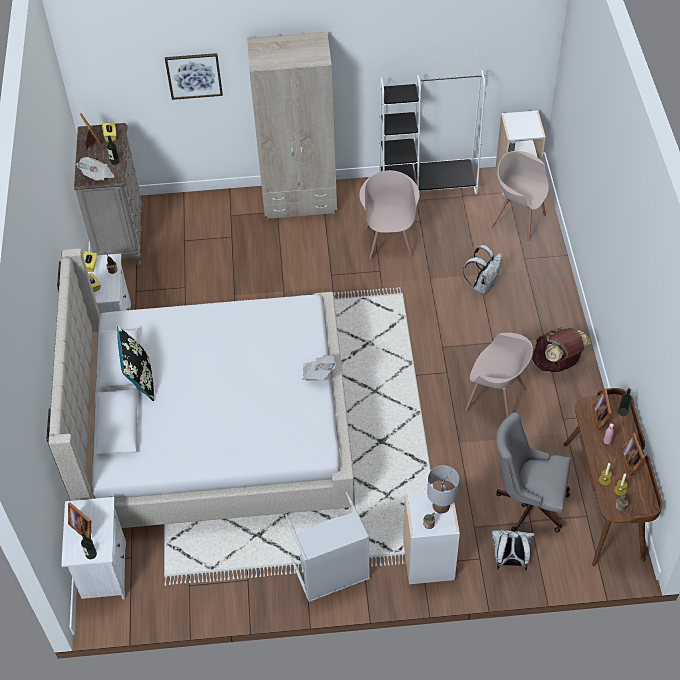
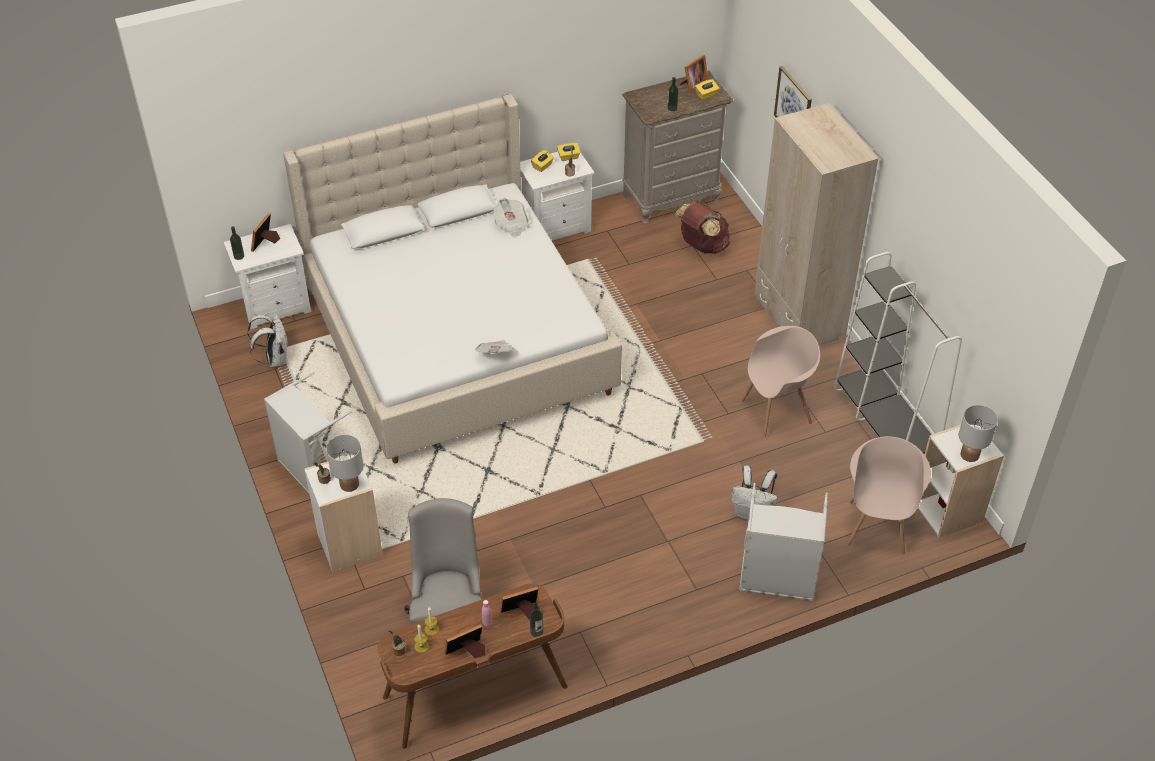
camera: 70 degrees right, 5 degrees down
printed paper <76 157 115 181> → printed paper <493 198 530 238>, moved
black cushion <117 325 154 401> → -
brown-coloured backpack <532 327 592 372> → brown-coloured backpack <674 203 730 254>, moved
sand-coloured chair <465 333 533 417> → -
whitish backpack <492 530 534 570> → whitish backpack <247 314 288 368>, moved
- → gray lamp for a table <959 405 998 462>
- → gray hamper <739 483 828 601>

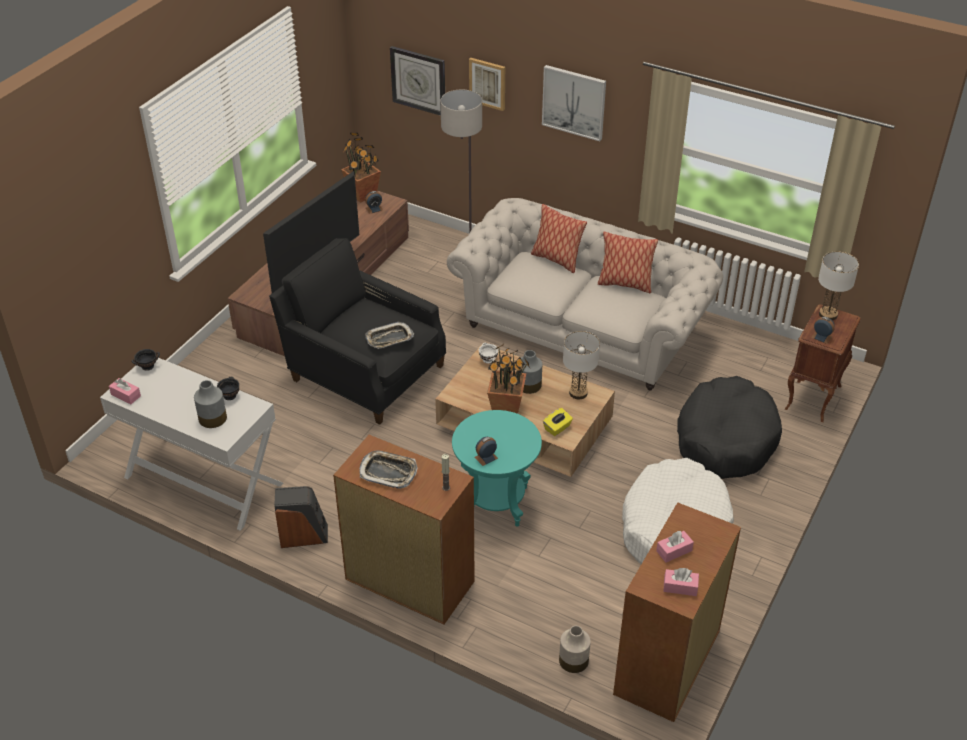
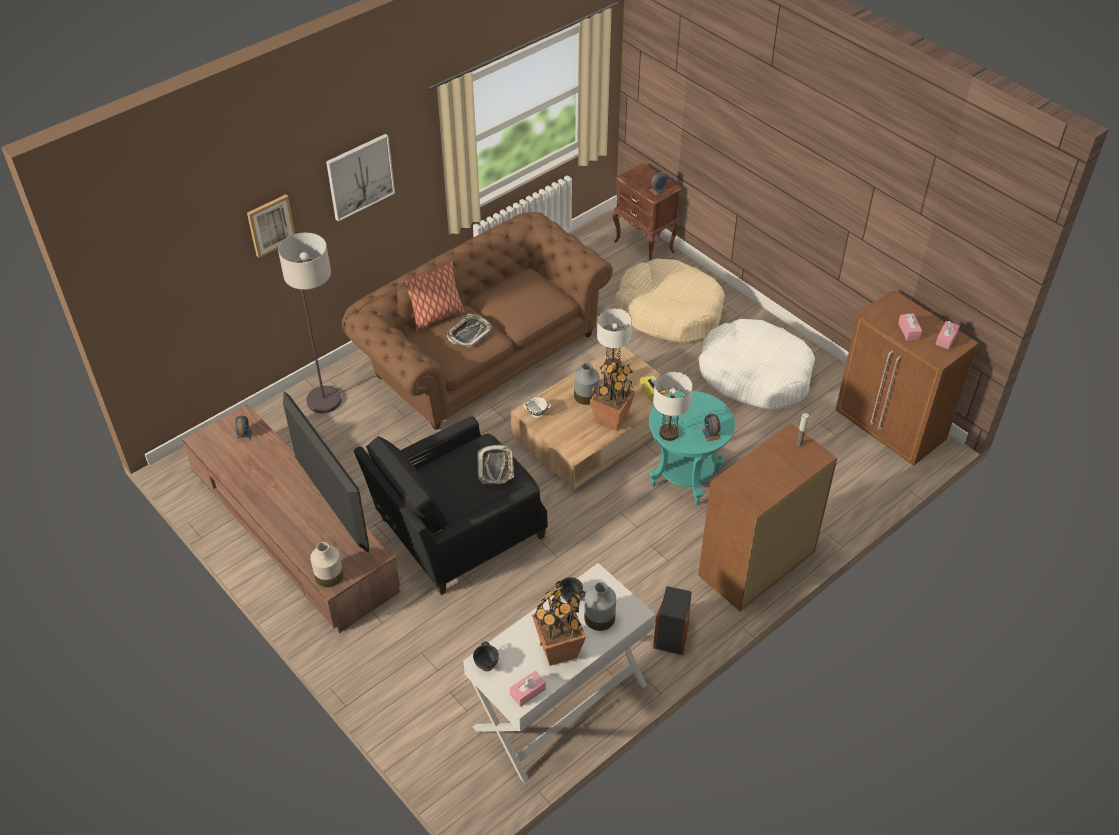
camera: 70 degrees left, 5 degrees up
wall clock <390 46 445 116> → -
houseplant <341 133 381 203> → houseplant <532 585 586 666>, moved
whitish sofa <447 198 723 391> → brown-coloured sofa <342 212 613 430>
cushion <598 232 658 293> → -
lamp for a table <818 251 859 320> → lamp for a table <653 371 693 441>, moved
black dog cushion <677 376 782 479> → sand-coloured dog cushion <615 259 725 344>
serving tray <360 450 418 489> → serving tray <447 314 492 347>, moved
sand-coloured vase <559 626 591 673> → sand-coloured vase <310 542 344 587>, moved

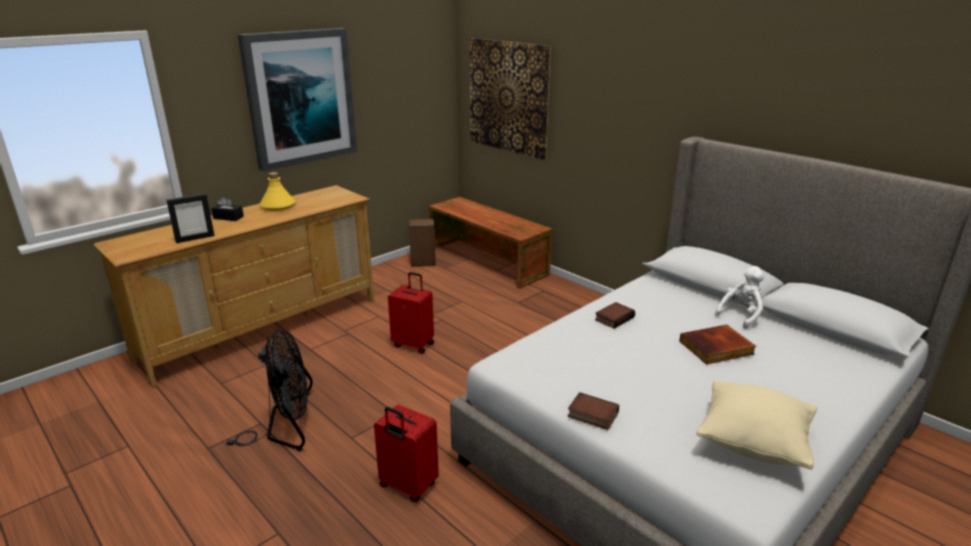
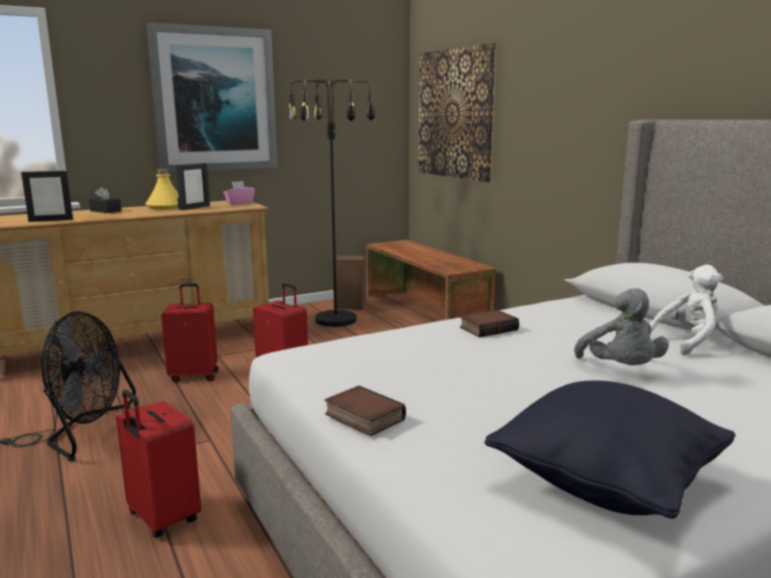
camera: 15 degrees right, 10 degrees down
book <679 325 756 365> → gray plush toy <574 288 669 365>
sand-coloured cushion <696 380 817 469> → black cushion <485 380 735 519>
- → floor lamp <288 79 375 327>
- → standing frame <176 163 210 210>
- → pinkish box of tissues <223 181 255 204>
- → red suitcase <161 283 219 382>

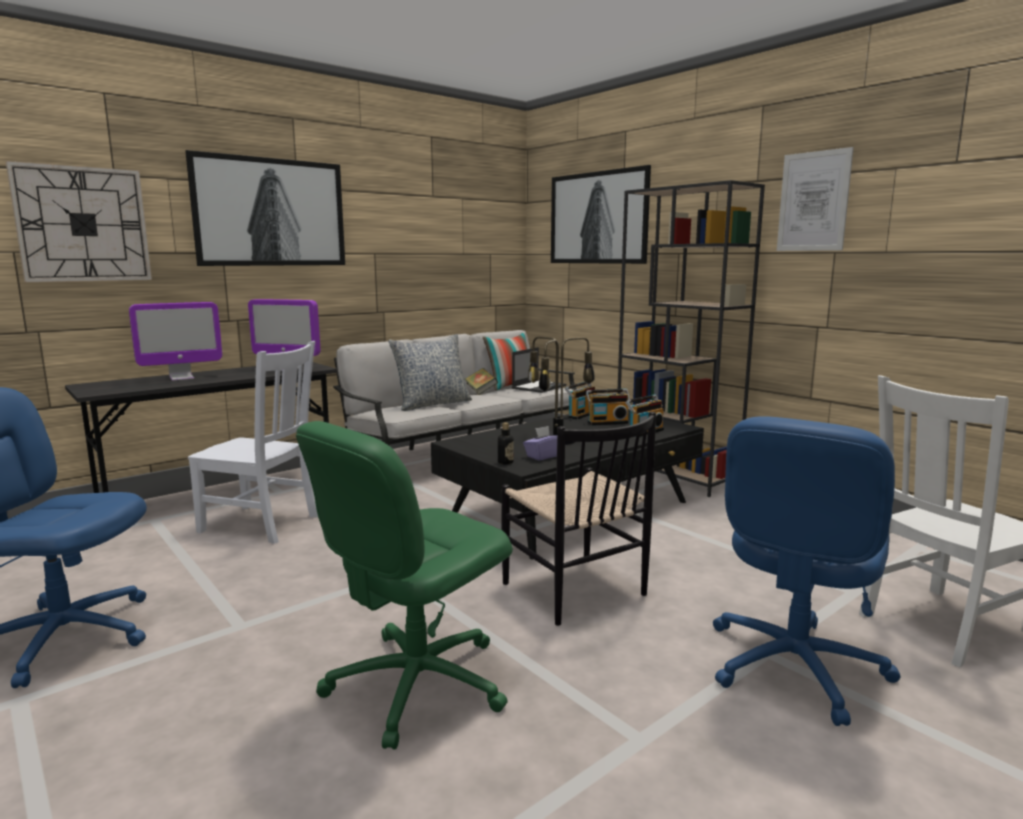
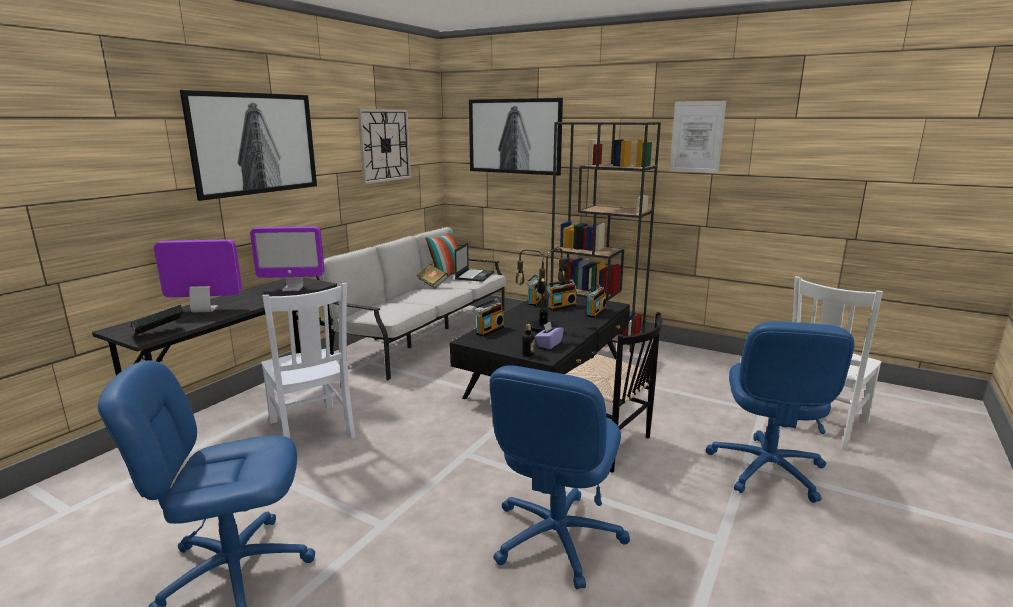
camera: 20 degrees left, 5 degrees up
wall clock <6 161 152 282> → wall clock <358 109 411 184>, moved
computer display <129 302 222 381> → computer display <154 240 242 313>, 135 degrees counterclockwise
cushion <388 334 472 411> → -
whitish chair <188 341 318 544> → whitish chair <261 283 356 439>, 60 degrees clockwise
green computer chair <296 421 513 750> → blue-coloured computer chair <489 365 630 589>
- → radio receiver <472 299 504 337>
- → book <131 304 184 336>

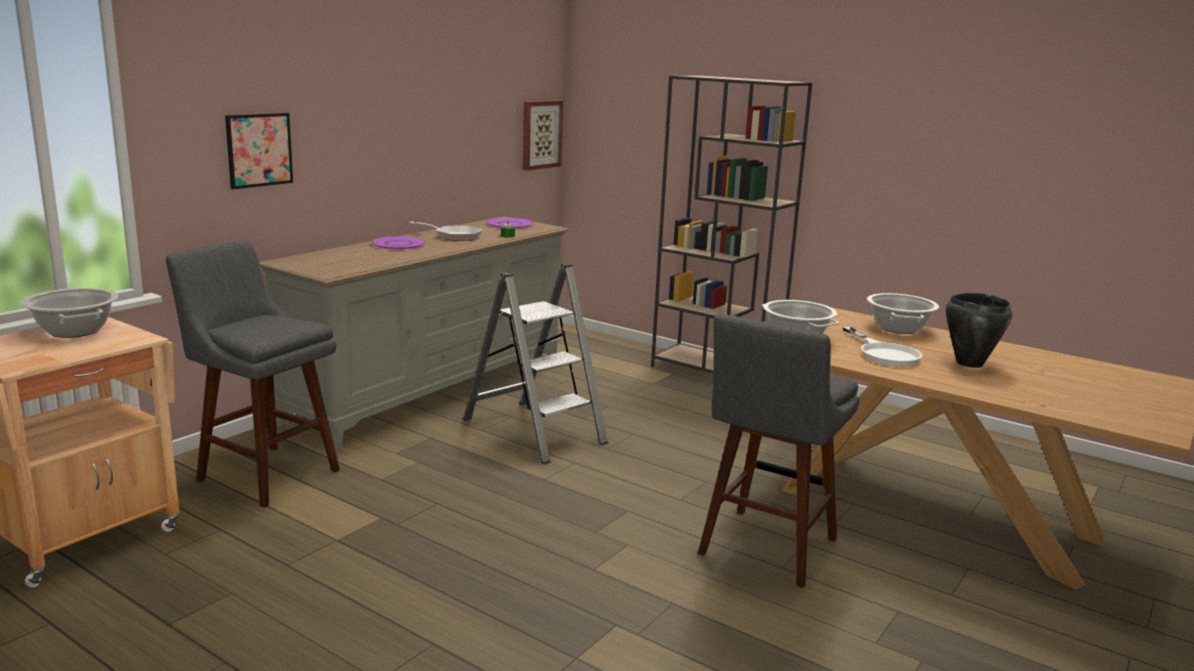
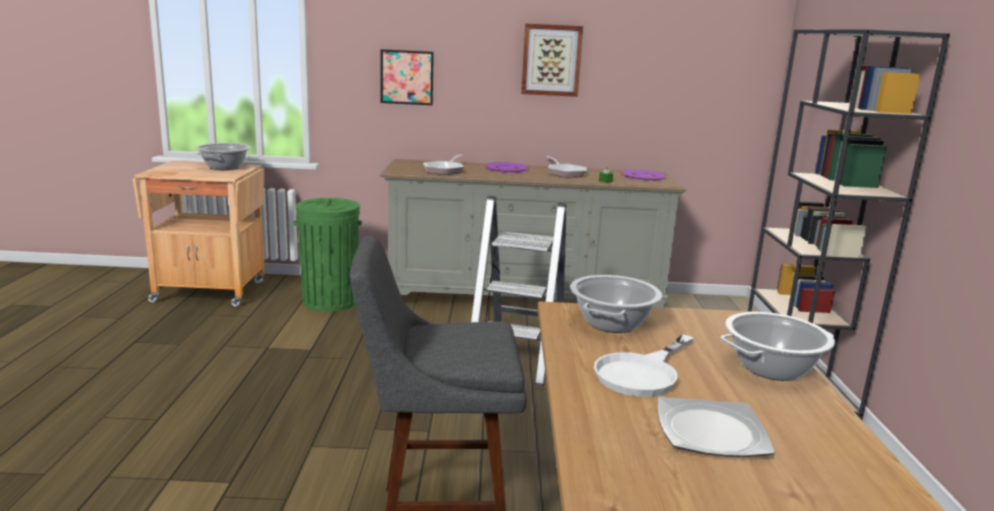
camera: 55 degrees right, 0 degrees up
picture <523 100 563 171> → picture <521 23 583 97>, moved
gray sitting stool <166 240 340 508> → green waste bin <294 198 362 312>
black stockpot <945 293 1012 368> → flat dish <658 397 775 457>
- → pan <423 154 463 175>

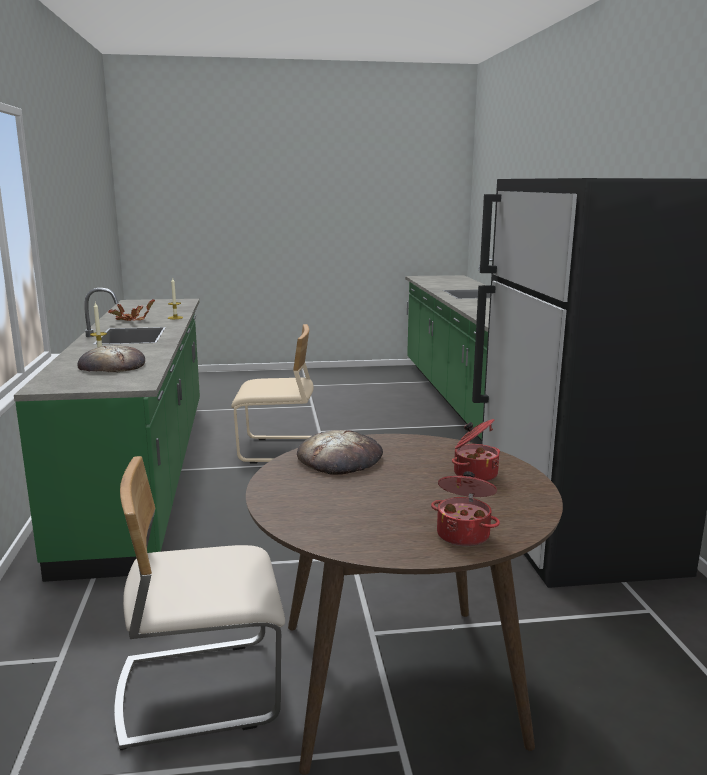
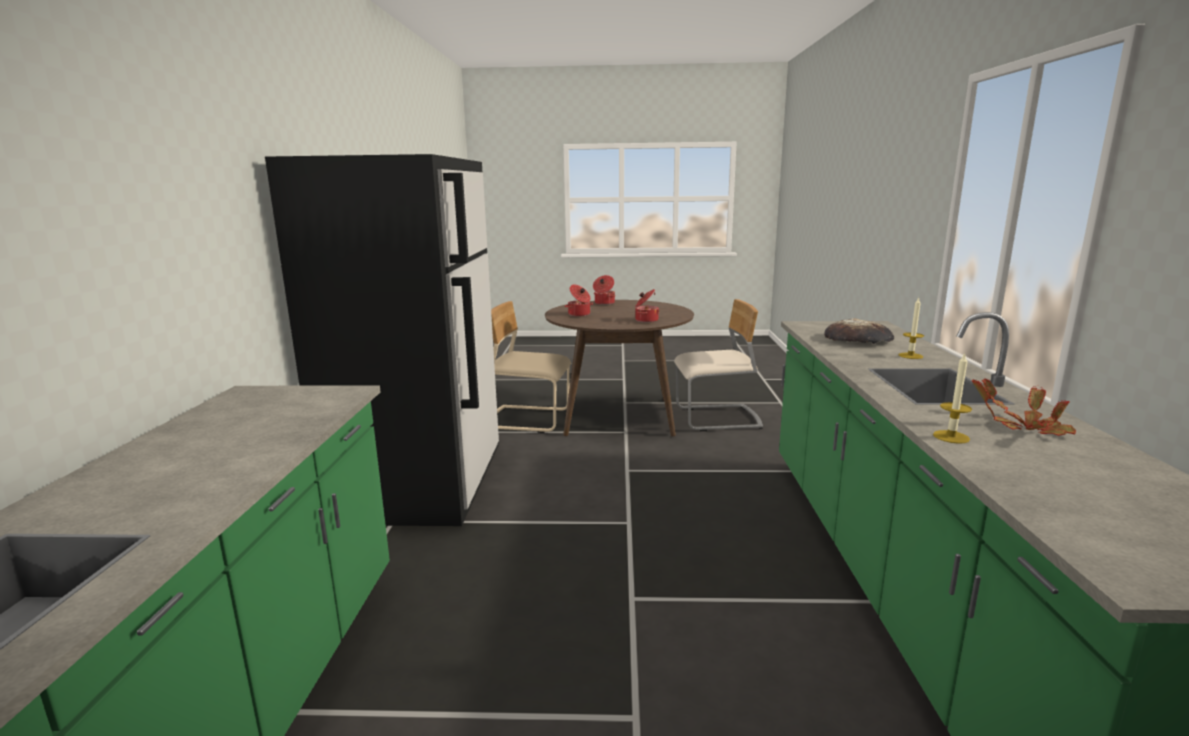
camera: 170 degrees left, 0 degrees up
sand-coloured chair <231 324 314 463> → sand-coloured chair <491 301 571 433>, moved
bakery bread <297 430 383 475> → stockpot <635 289 659 323>

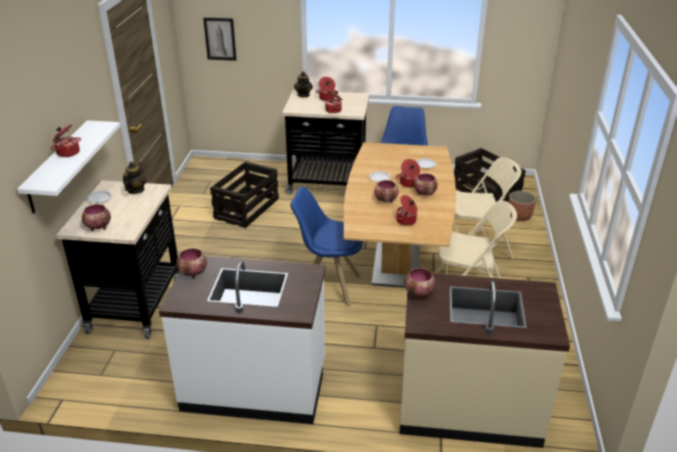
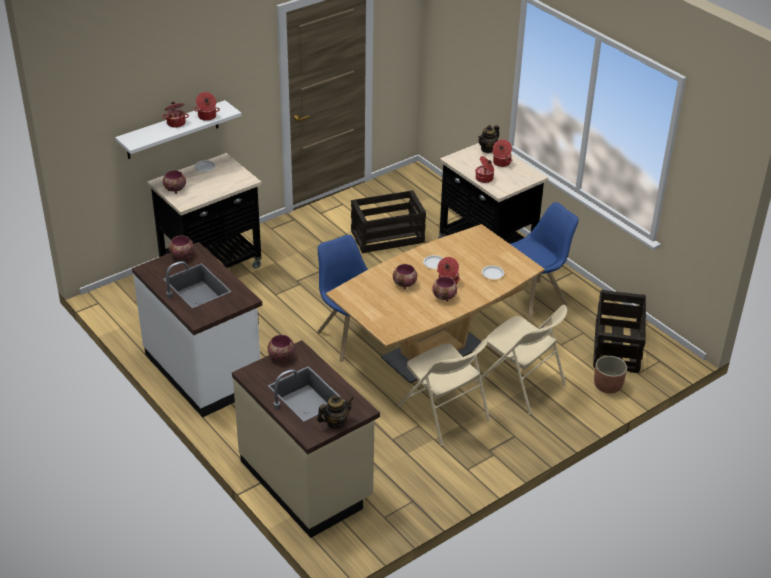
camera: 45 degrees right, 5 degrees up
picture <203 17 236 61> → -
pot for tea <123 162 146 194> → pot for tea <317 395 354 429>, moved
stockpot <396 195 418 226> → stockpot <194 92 220 121>, moved

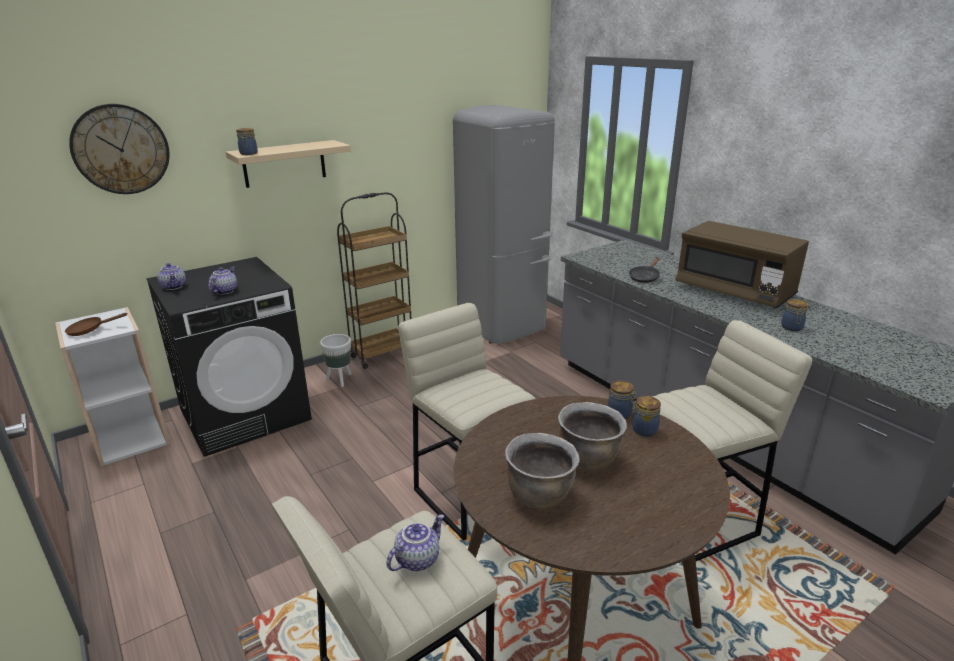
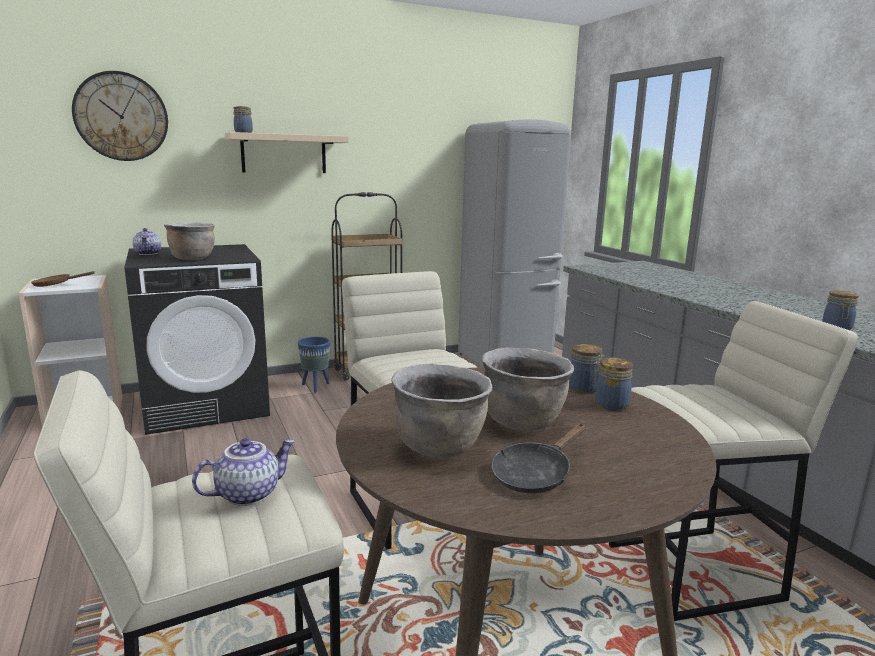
camera: 10 degrees right, 10 degrees down
brown-coloured kitchen microwave <675 221 809 308> → -
black pan <629 257 660 283> → black pan <492 423 586 493>, moved
pot for tea <208 267 237 295> → brown-coloured stockpot <164 223 215 260>
whitish flower pot <320 334 352 387> → blue-coloured flower pot <298 337 330 393>

